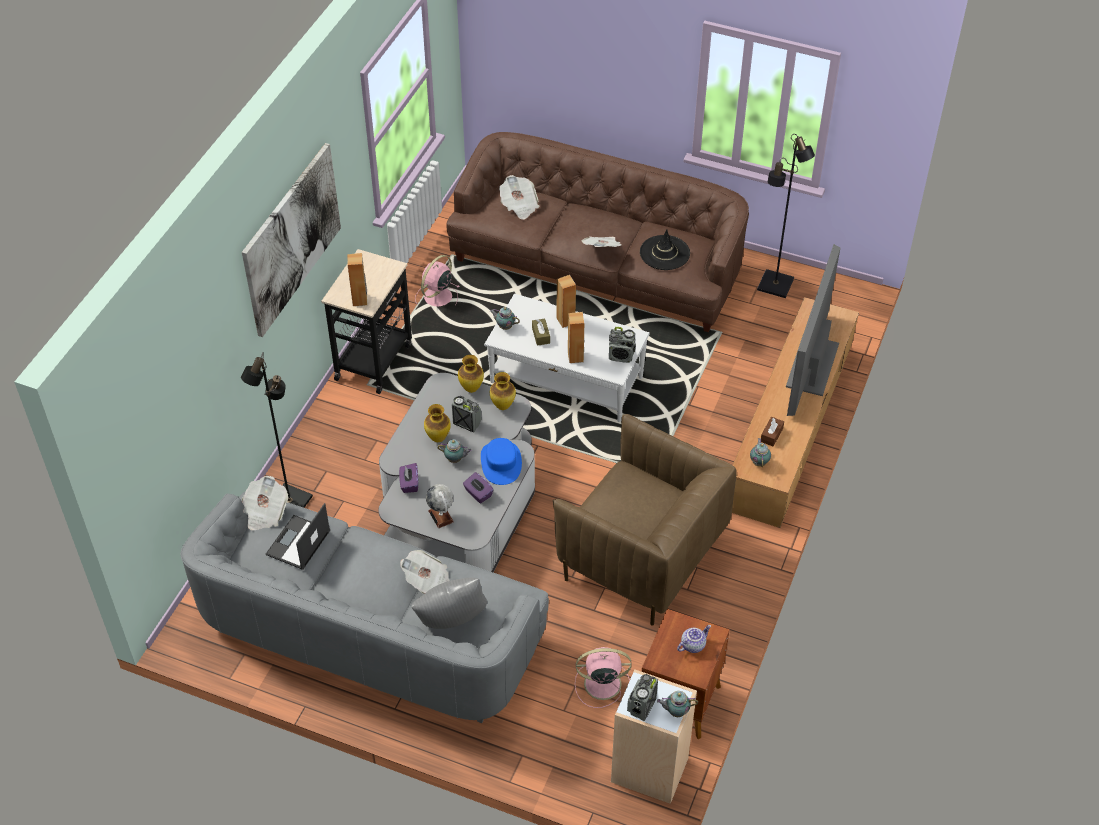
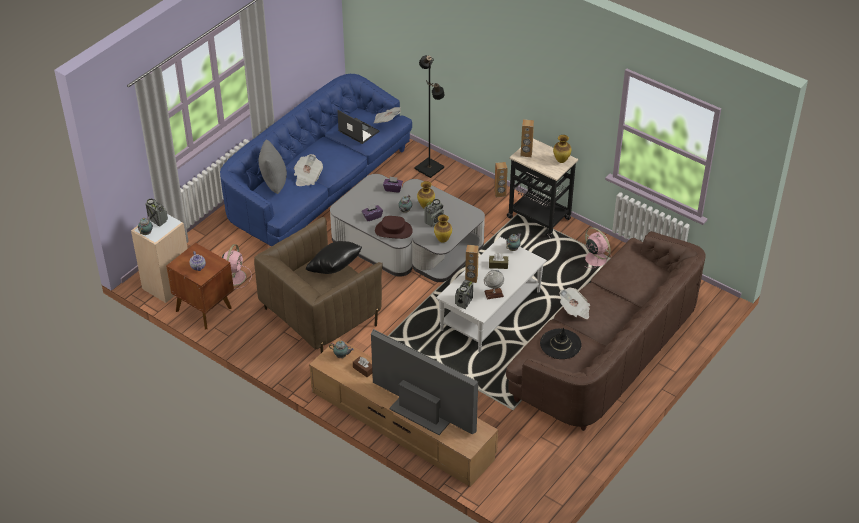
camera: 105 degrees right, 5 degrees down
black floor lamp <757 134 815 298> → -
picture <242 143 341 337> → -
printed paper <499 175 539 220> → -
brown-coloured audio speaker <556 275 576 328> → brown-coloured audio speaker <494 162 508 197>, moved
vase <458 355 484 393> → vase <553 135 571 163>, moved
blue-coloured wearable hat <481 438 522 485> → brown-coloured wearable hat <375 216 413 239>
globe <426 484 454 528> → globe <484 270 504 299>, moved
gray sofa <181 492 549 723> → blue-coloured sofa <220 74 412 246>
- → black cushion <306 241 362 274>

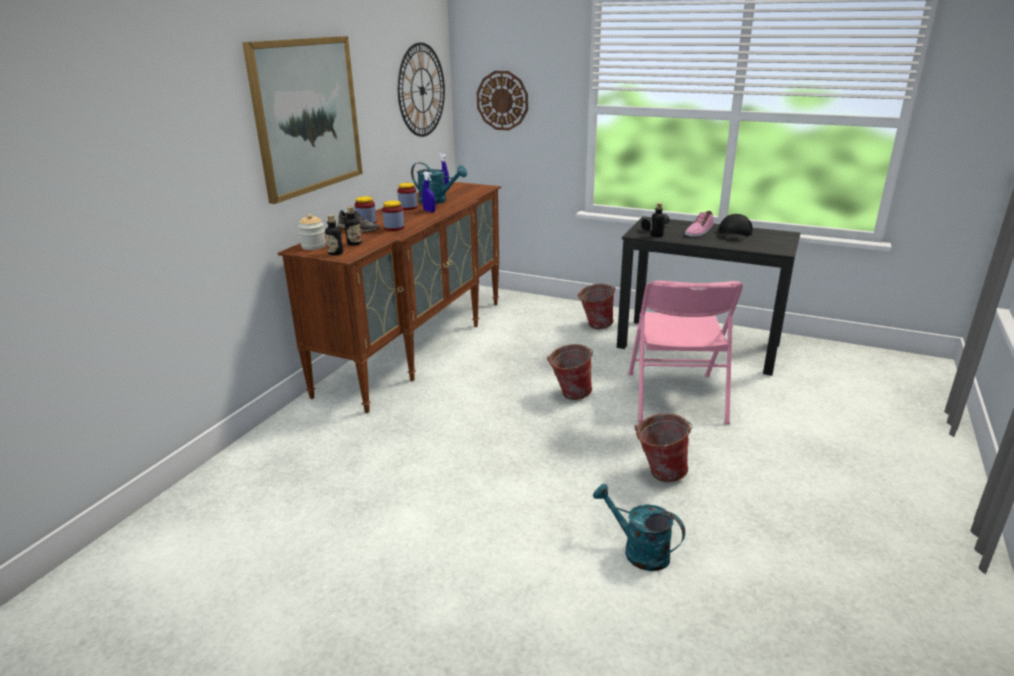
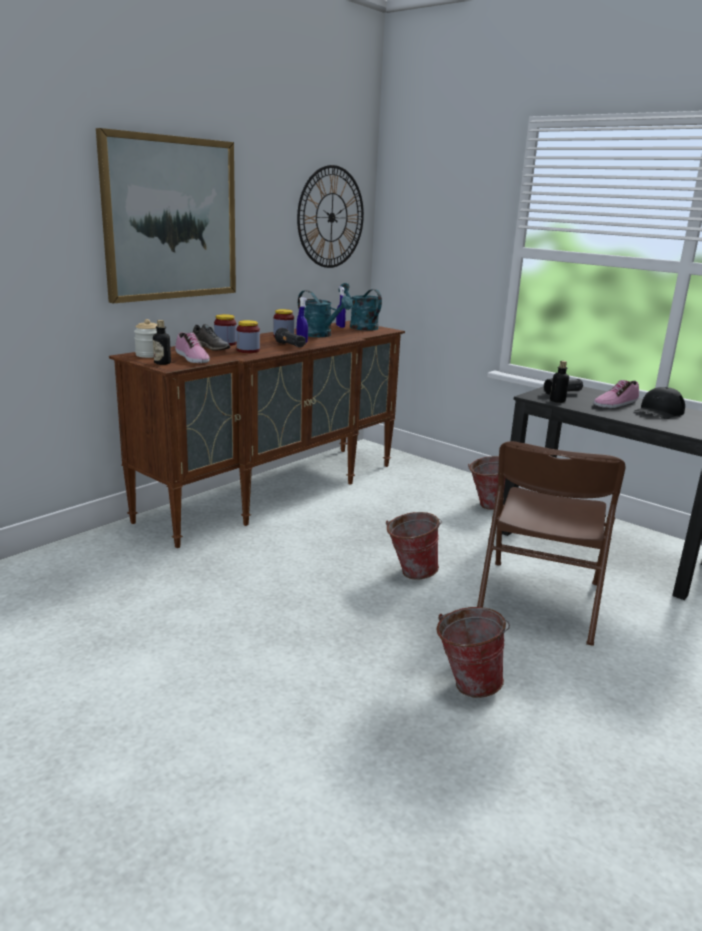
camera: 15 degrees right, 5 degrees down
wall clock <477 71 528 130> → -
bottle <345 207 362 246> → low shoe <175 332 210 363>
pinkish chair <628 281 743 424> → brown-coloured chair <477 441 625 646>
turquoise watering can <593 484 685 571> → turquoise watering can <339 283 382 331>, moved
- → black flashlight <275 328 306 348>

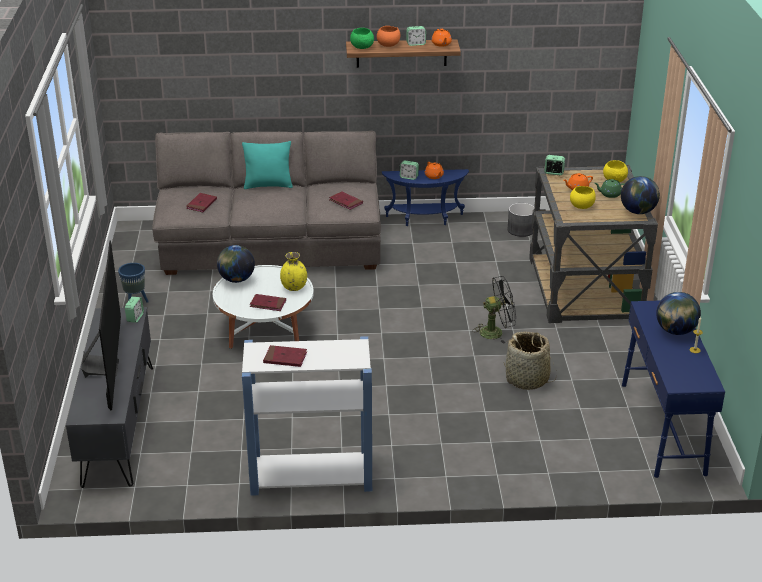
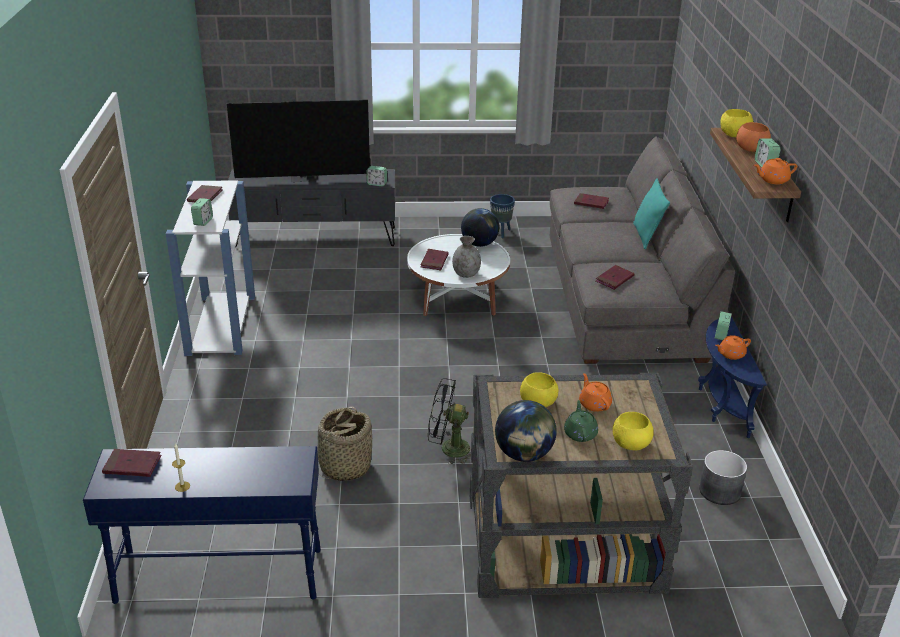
camera: 90 degrees right, 0 degrees up
green bowl <350 28 374 49> → yellow-coloured bowl <720 109 753 137>
table clock <545 155 565 175> → table clock <191 198 213 226>, moved
yellow-coloured vase <280 252 307 291> → gray vase <452 236 481 278>
black cooling fan <472 276 516 344> → black cooling fan <428 378 471 465>, 105 degrees clockwise
globe <656 292 701 335> → -
- → red book <102 449 161 477>

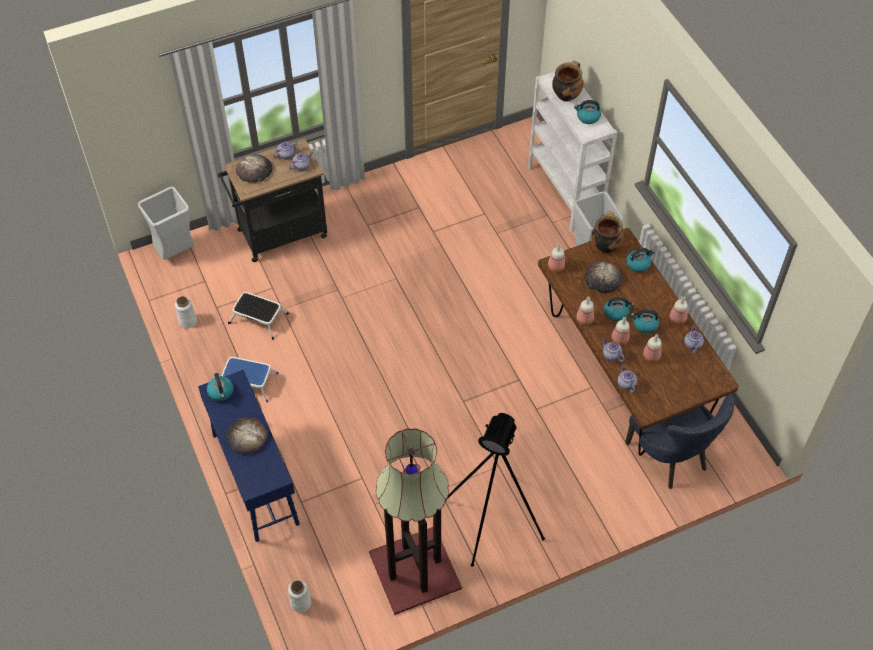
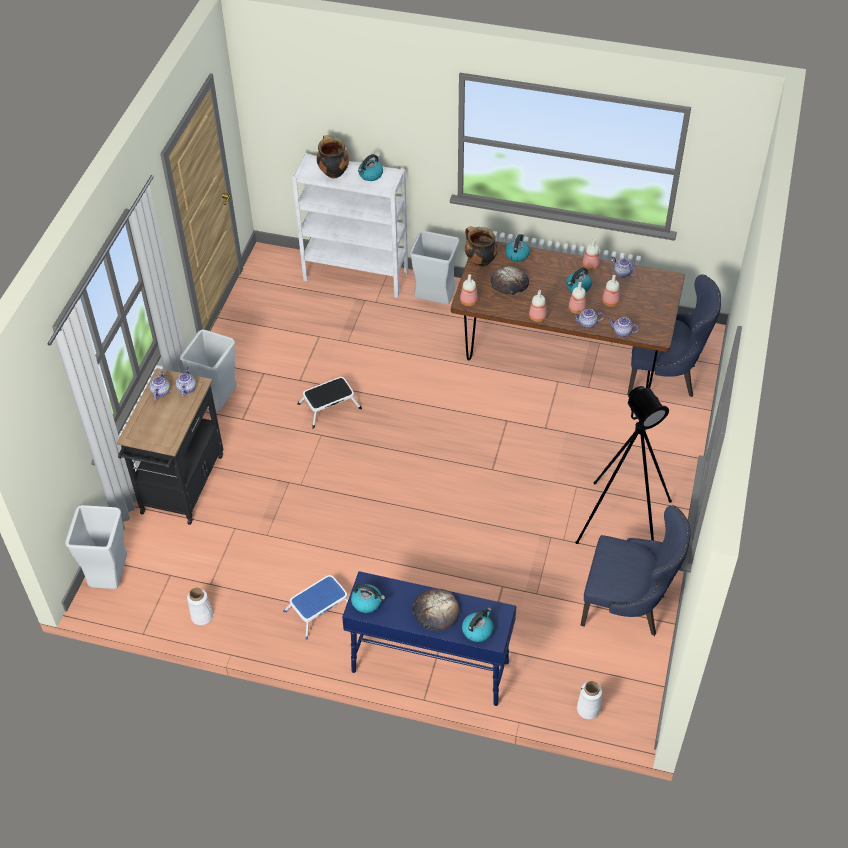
camera: 50 degrees left, 5 degrees down
bakery bread <236 154 273 182> → -
black step ladder <228 292 289 340> → black step ladder <298 377 362 429>, moved
kettle <604 297 635 321> → kettle <462 607 493 642>, moved
floor lamp <369 428 462 615> → blue-coloured chair <580 505 691 636>
- → gray waste bin <180 330 237 412>

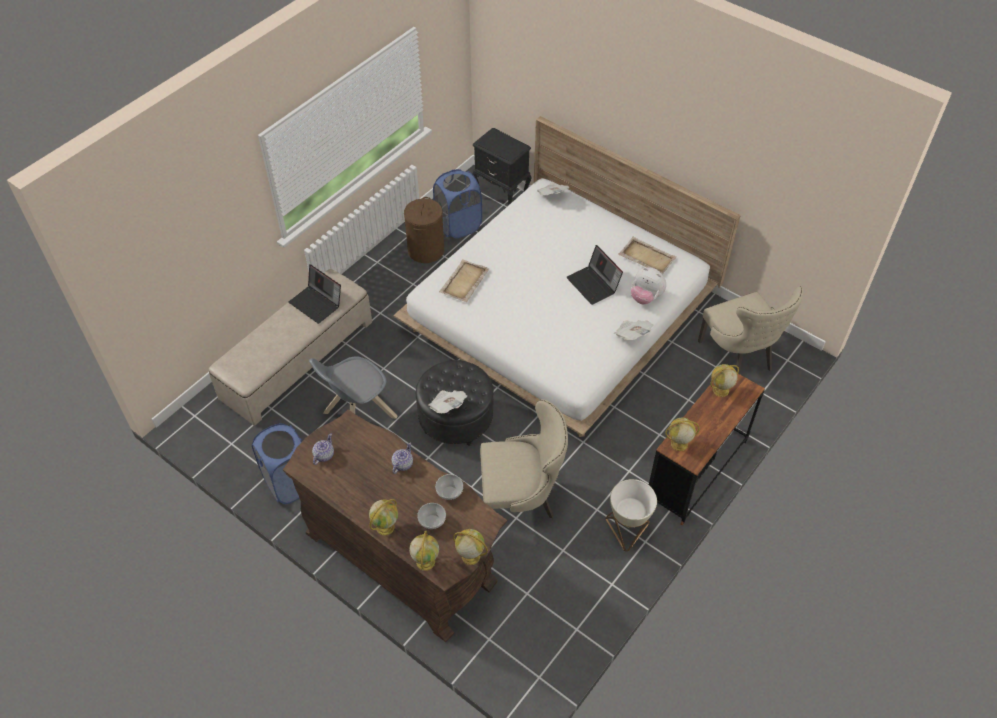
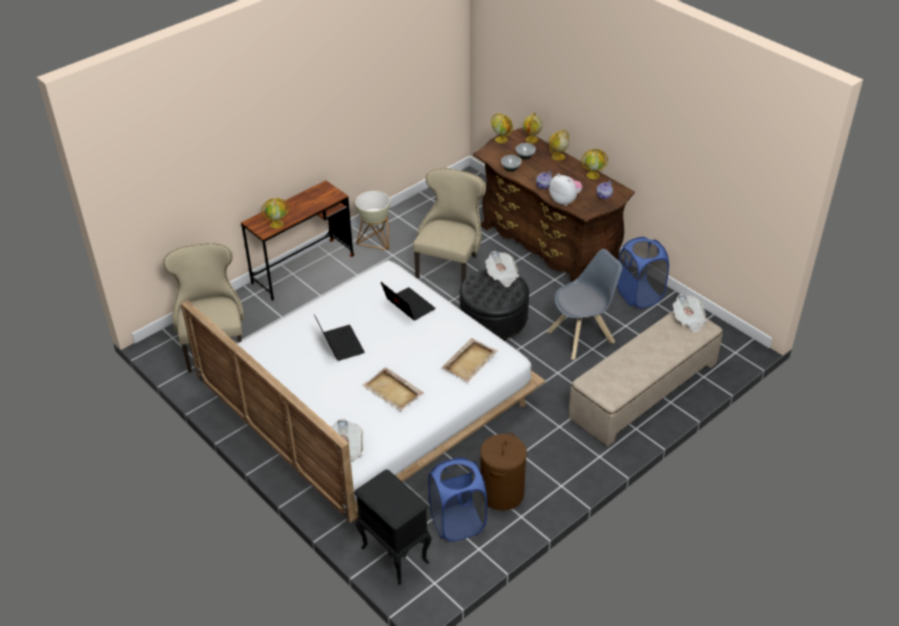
camera: 170 degrees left, 10 degrees down
sand-coloured serving tray <618 237 677 274> → sand-coloured serving tray <362 367 424 411>, moved
notebook computer <288 264 341 324> → notebook computer <381 282 435 320>, moved
plush toy <631 267 666 304> → plush toy <549 174 583 206>, moved
printed paper <614 320 654 340> → printed paper <673 294 707 333>, moved
sand-coloured chair <480 399 568 518> → sand-coloured chair <413 168 486 285>, 105 degrees clockwise
globe <666 418 700 451> → globe <581 149 608 179>, moved

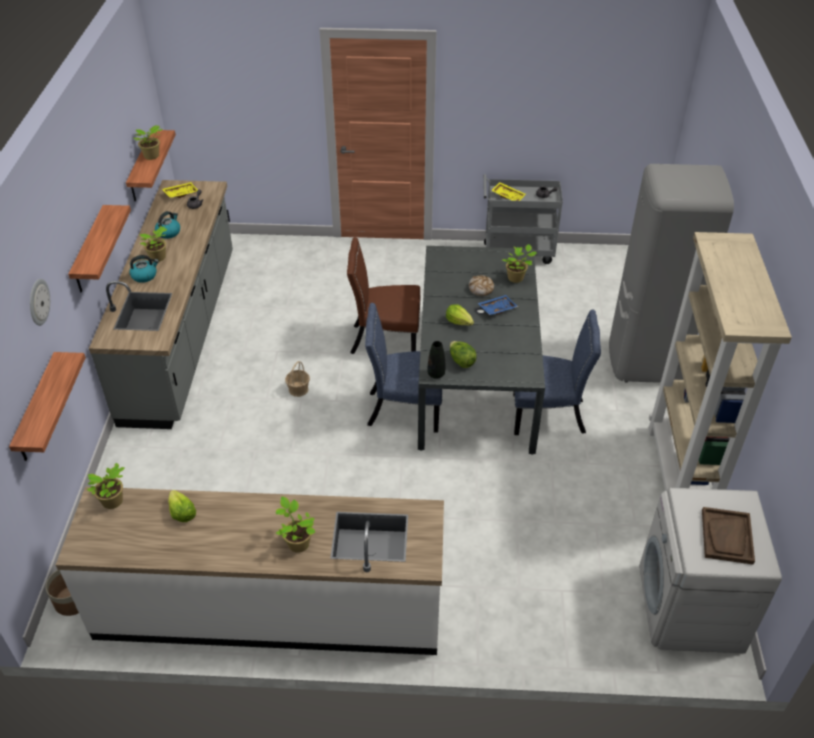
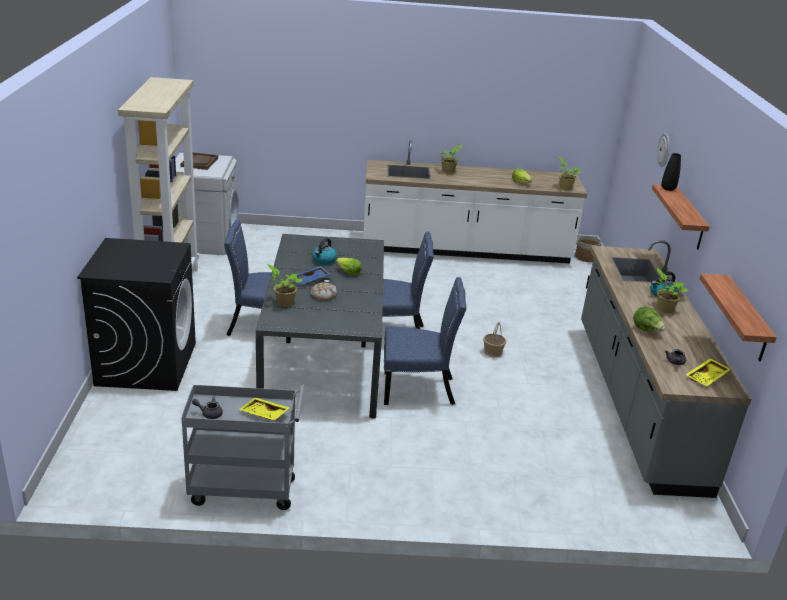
camera: 175 degrees right, 15 degrees down
houseplant <134 125 162 160> → -
gray kitchen fridge <609 164 734 383> → black laundry machine <77 238 196 391>
kettle <155 211 180 239> → kettle <312 238 337 265>, moved
brown-coloured chair <347 237 421 354> → blue-coloured chair <384 277 466 405>
black vase <428 341 445 379> → black vase <661 153 681 191>, moved
head of lettuce <450 341 476 368> → head of lettuce <633 306 665 332>, moved
shelf <9 352 86 461> → -

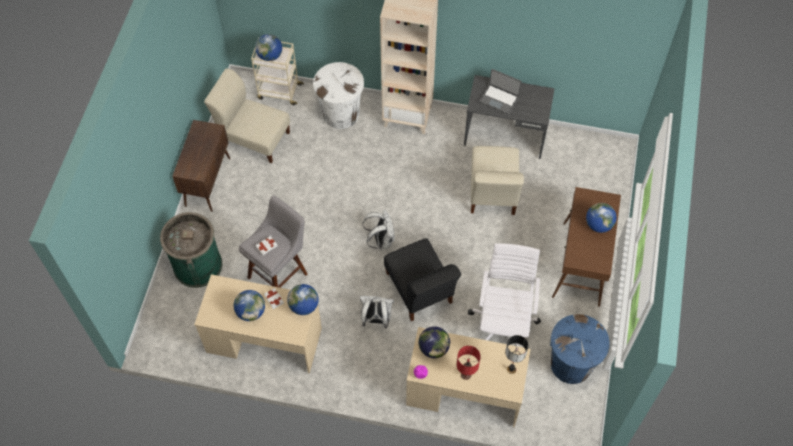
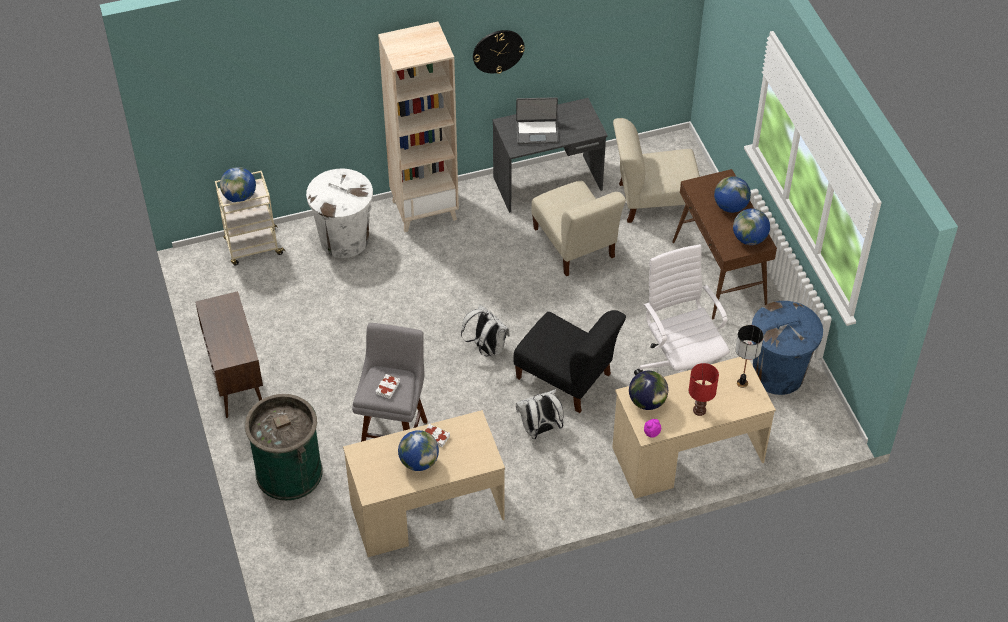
camera: 30 degrees left, 10 degrees down
sand-coloured chair <204 68 290 163> → sand-coloured chair <613 118 700 223>, moved
globe <287 284 319 315> → globe <733 208 770 245>, moved
- → wall clock <473 30 525 74>

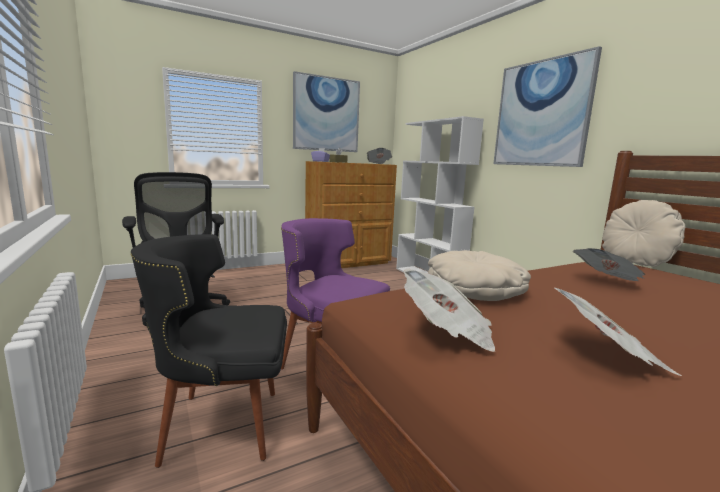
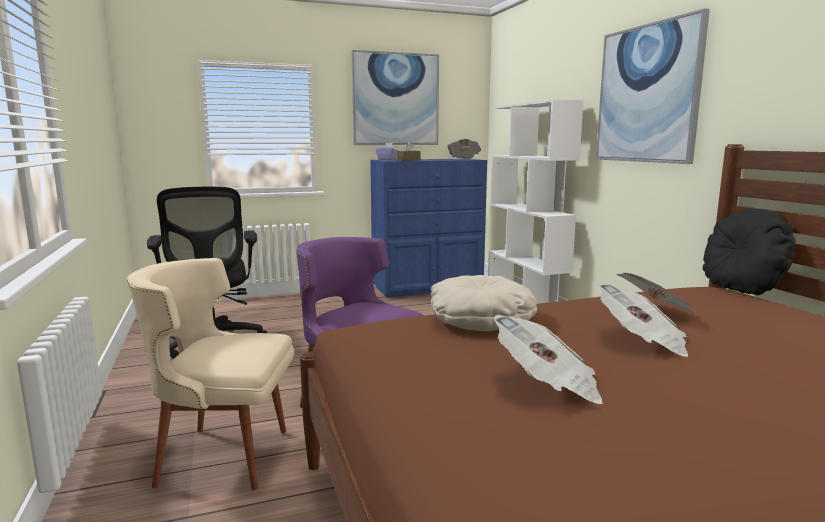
camera: 10 degrees right, 0 degrees up
brown-coloured drawer chest <305 161 397 268> → blue-coloured drawer chest <370 159 487 298>
sand-coloured cushion <602 200 685 267> → black cushion <703 208 796 295>
black chair <131 234 287 468> → sand-coloured chair <127 258 294 491>
printed paper <404 269 496 352> → printed paper <599 283 688 357>, moved

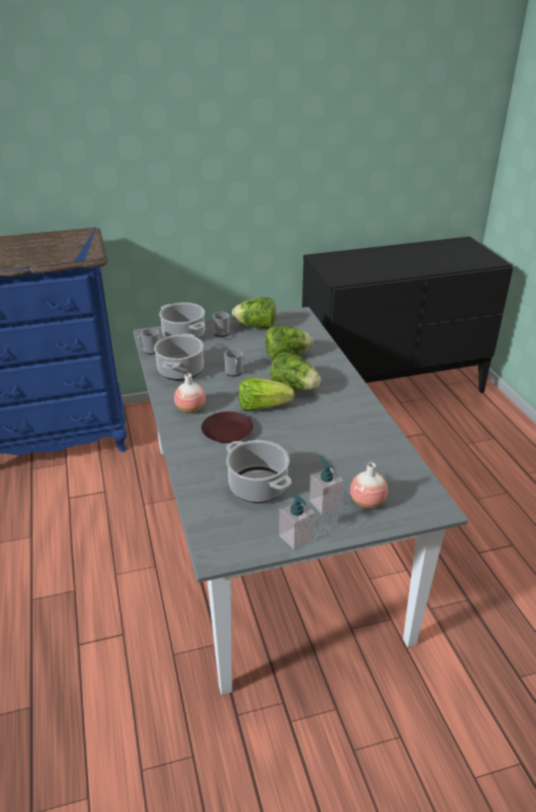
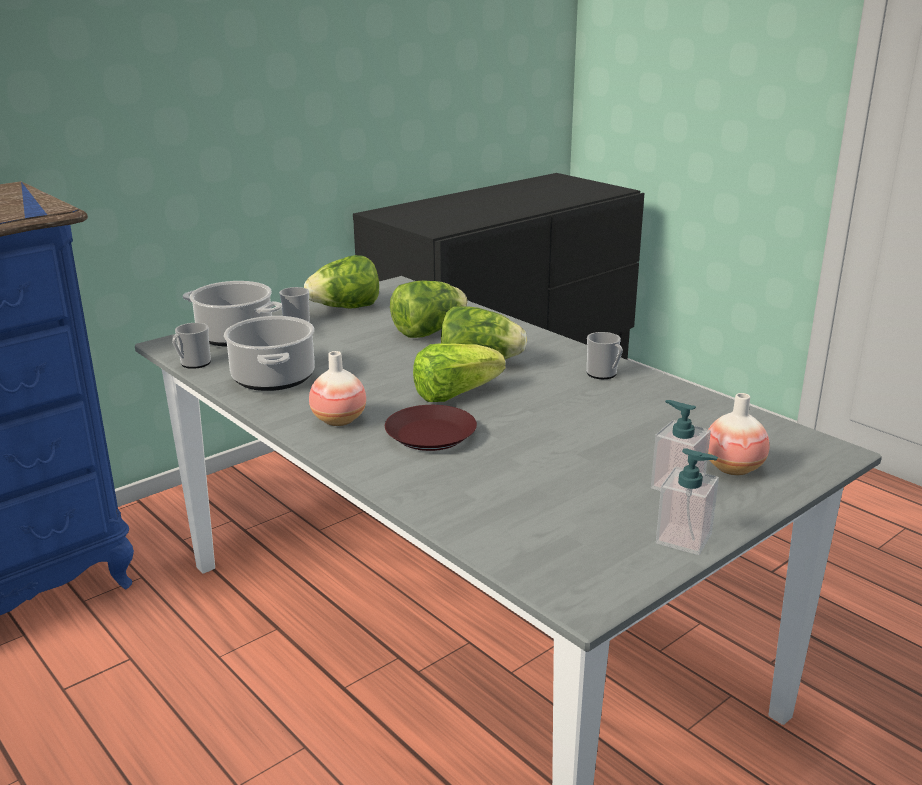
camera: 25 degrees left, 10 degrees down
mug <224 349 243 376> → mug <587 332 623 379>, moved
stockpot <226 440 292 503> → -

